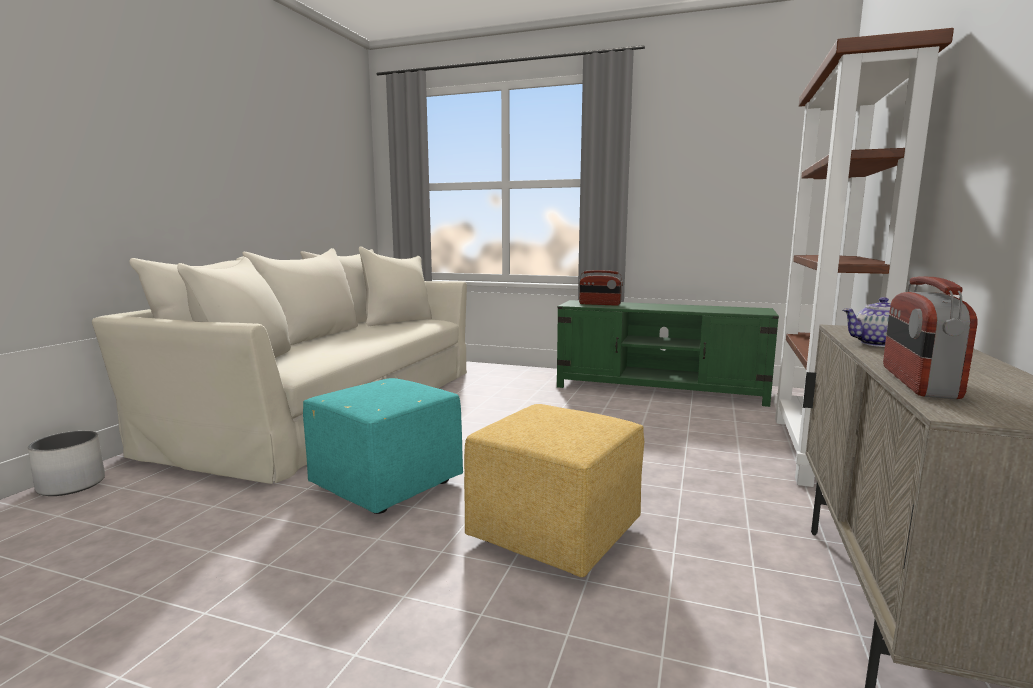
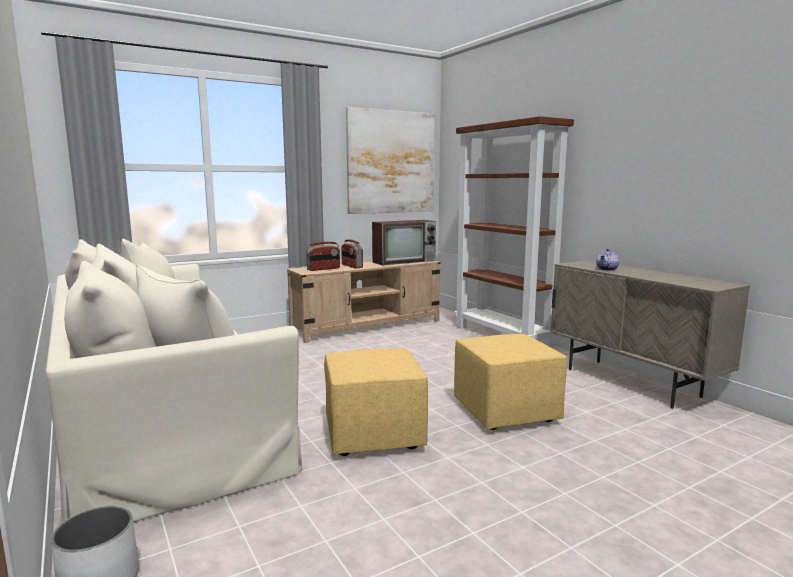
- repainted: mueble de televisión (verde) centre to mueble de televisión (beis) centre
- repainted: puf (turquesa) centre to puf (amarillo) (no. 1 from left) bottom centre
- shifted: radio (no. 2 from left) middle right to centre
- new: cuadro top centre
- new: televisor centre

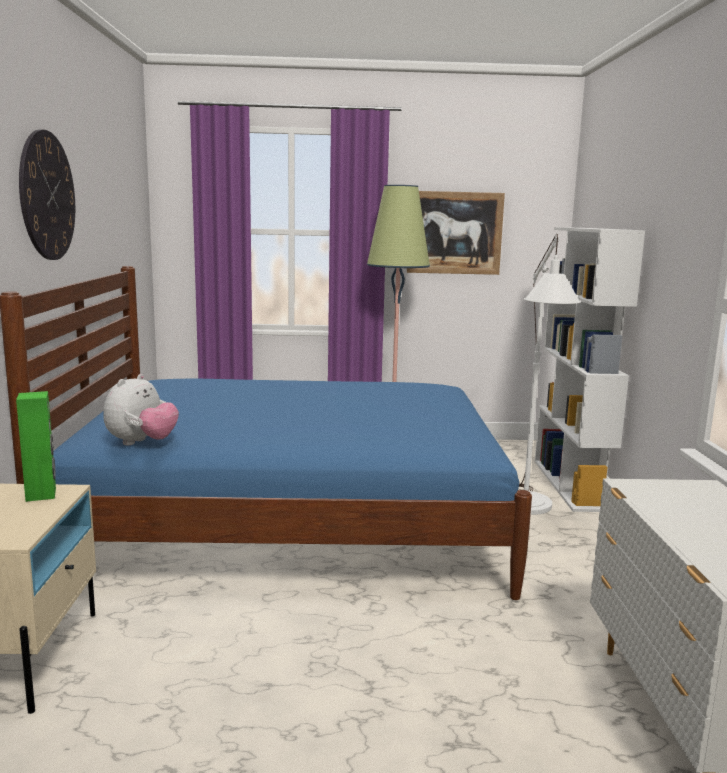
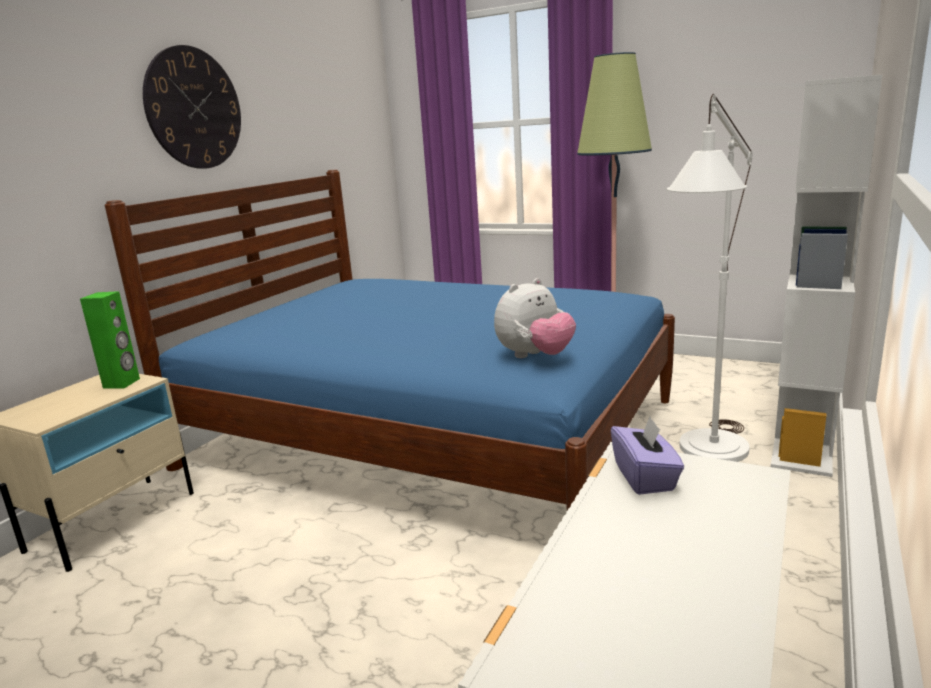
- shifted: peluche middle left to centre
- new: caja de pañuelos (morado) middle right
- gone: cuadro top centre

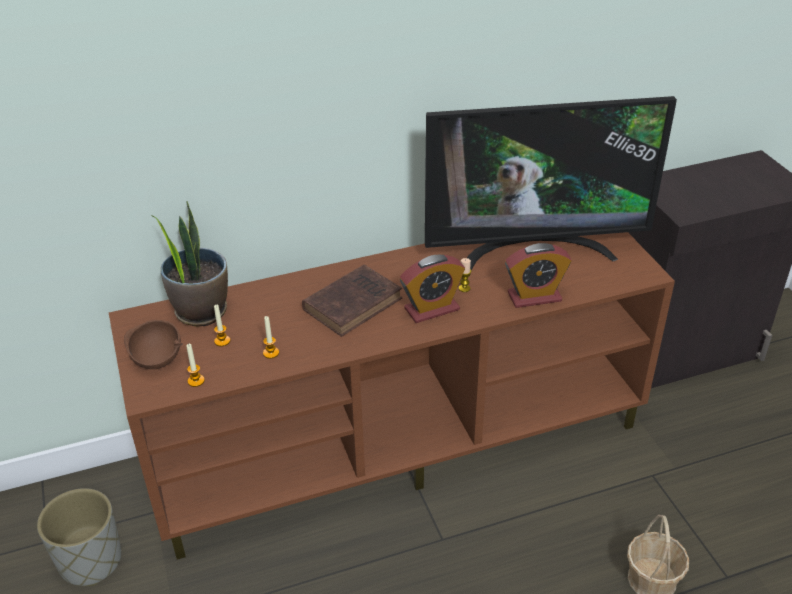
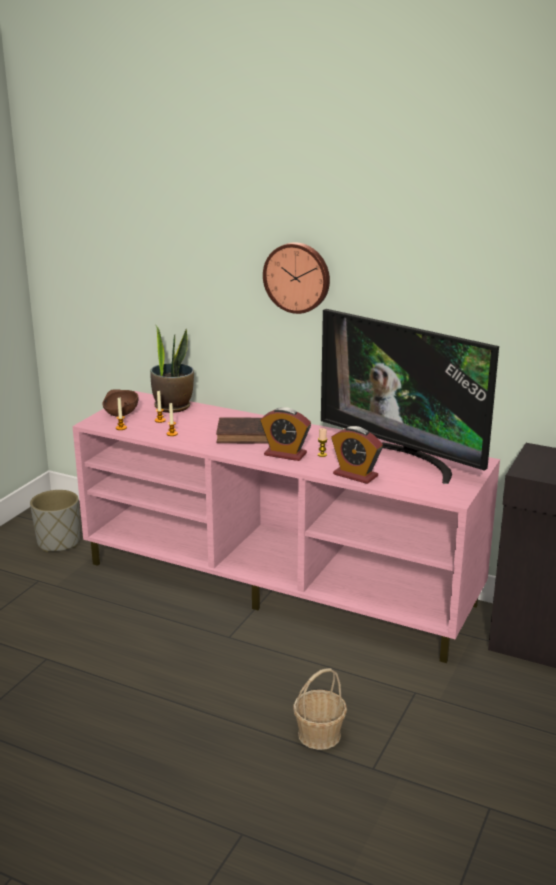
- repainted: mueble de televisión (marrón) bottom centre to mueble de televisión (rosa) centre
- new: reloj de pared top centre

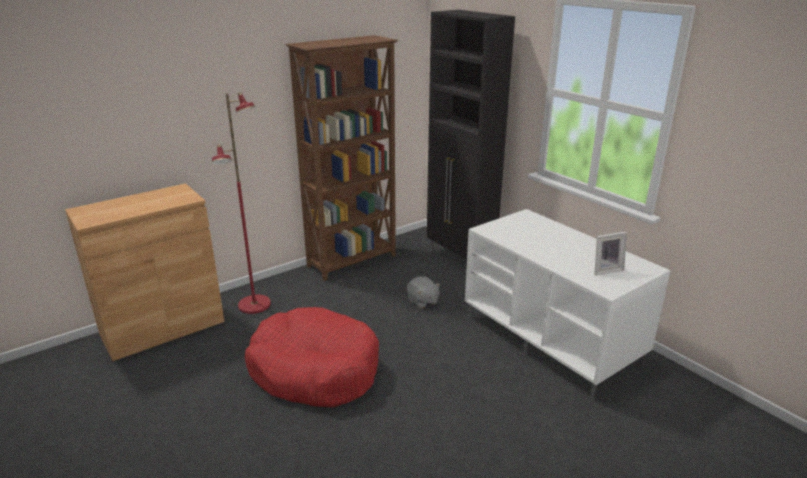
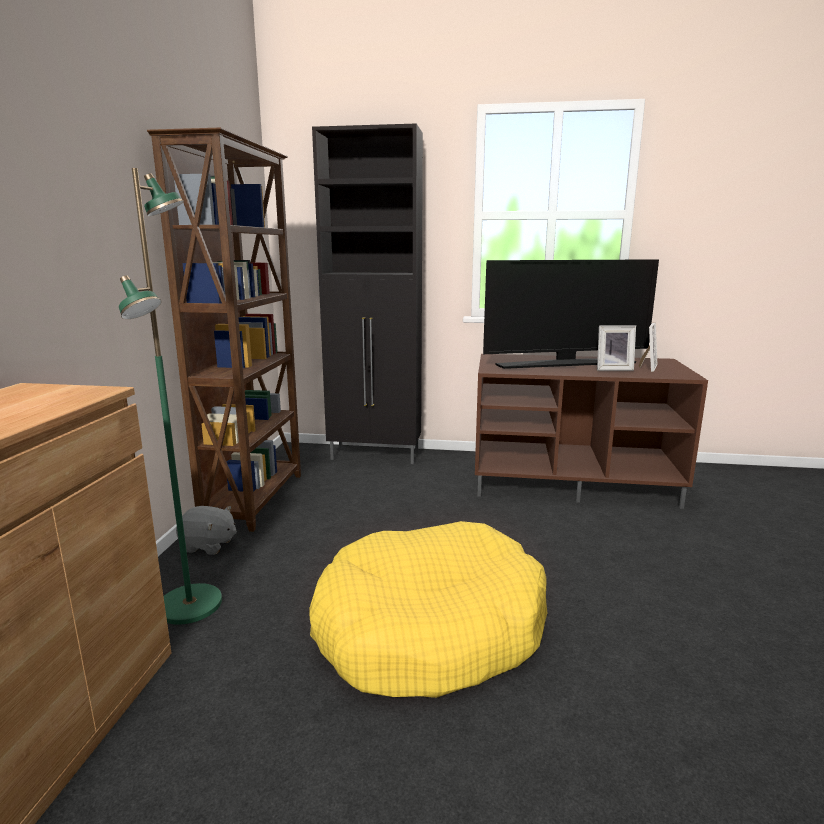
- repainted: lámpara de pie (rojo) middle left to lámpara de pie (verde) middle left
- shifted: peluche (gris) centre to middle left
- repainted: cama para perro (rojo) bottom centre to cama para perro (amarillo) bottom centre
- repainted: mueble de televisión (blanco) middle right to mueble de televisión (marrón) middle right
- new: televisor middle right
- new: portarretratos (no. 1 from left) middle right

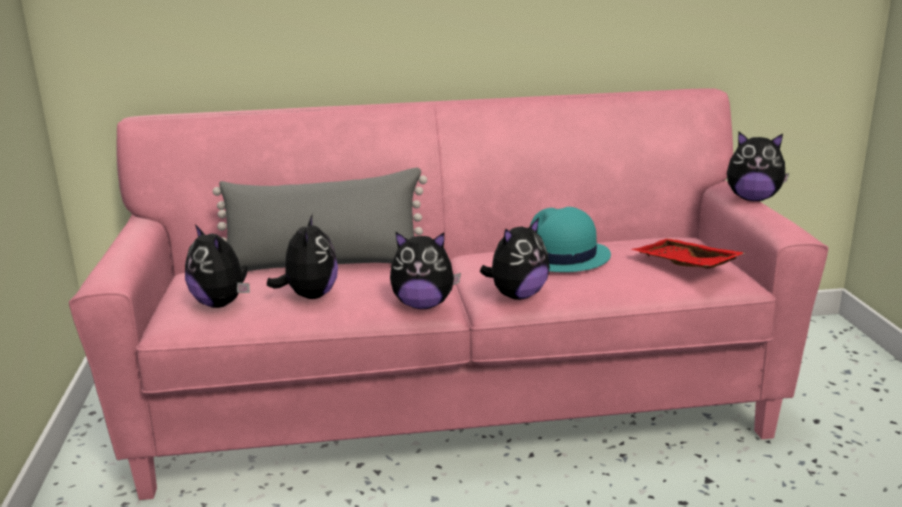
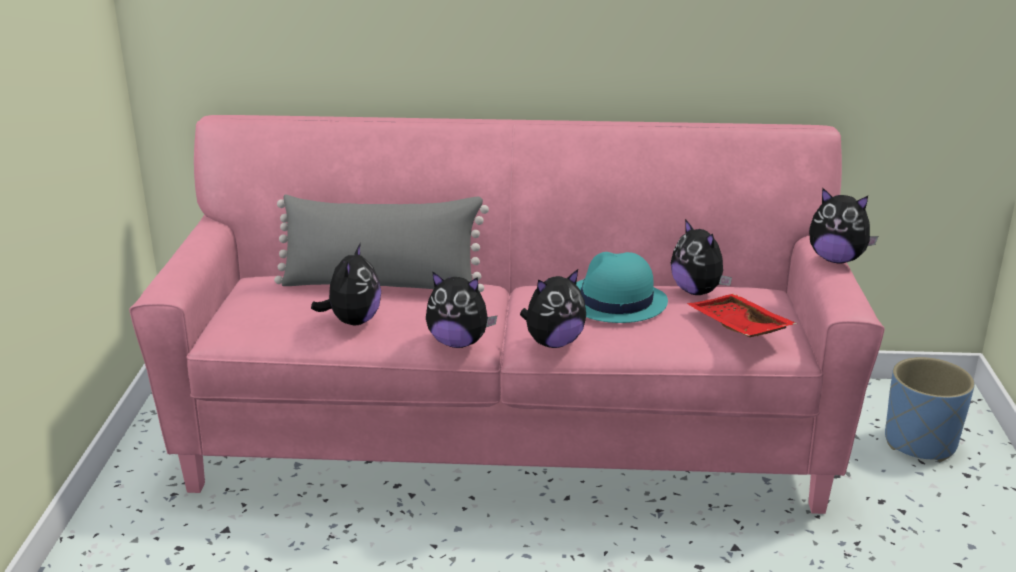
- shifted: peluche (no. 1 from left in the first image) middle left to peluche (no. 4 from left) middle right
- new: maceta (azul) bottom right

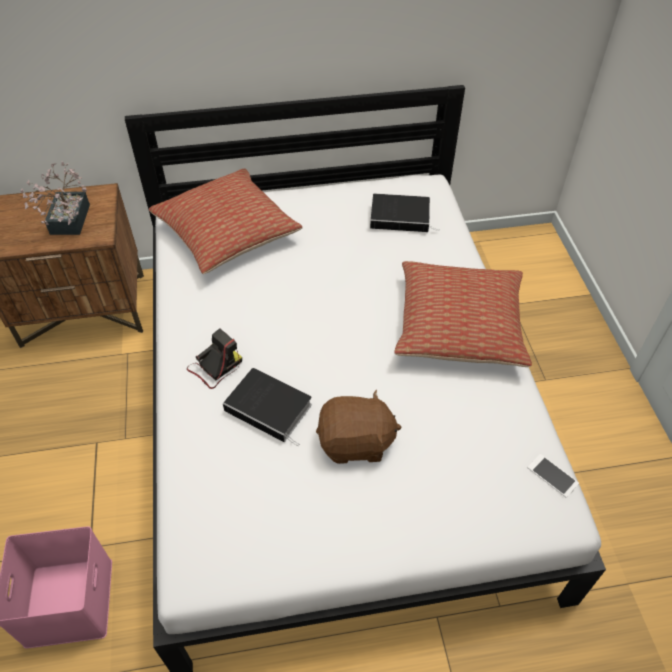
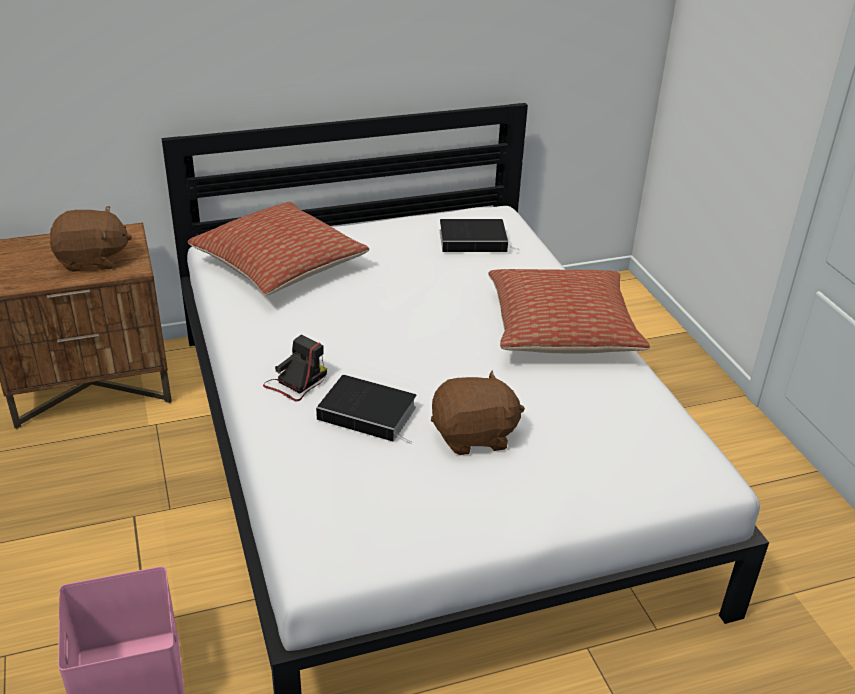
- swapped: planta en maceta top left to peluche (marrón) (no. 1 from left) middle left
- gone: móvil bottom right

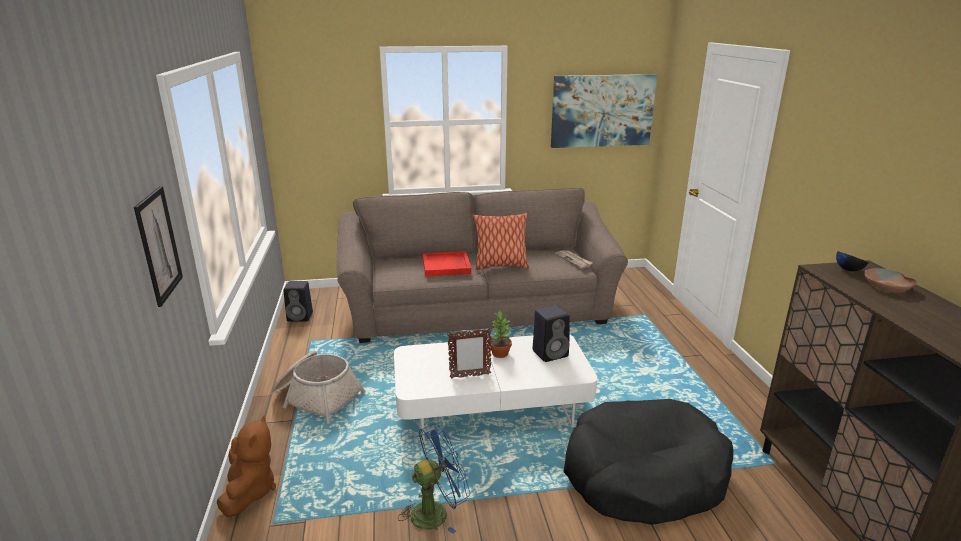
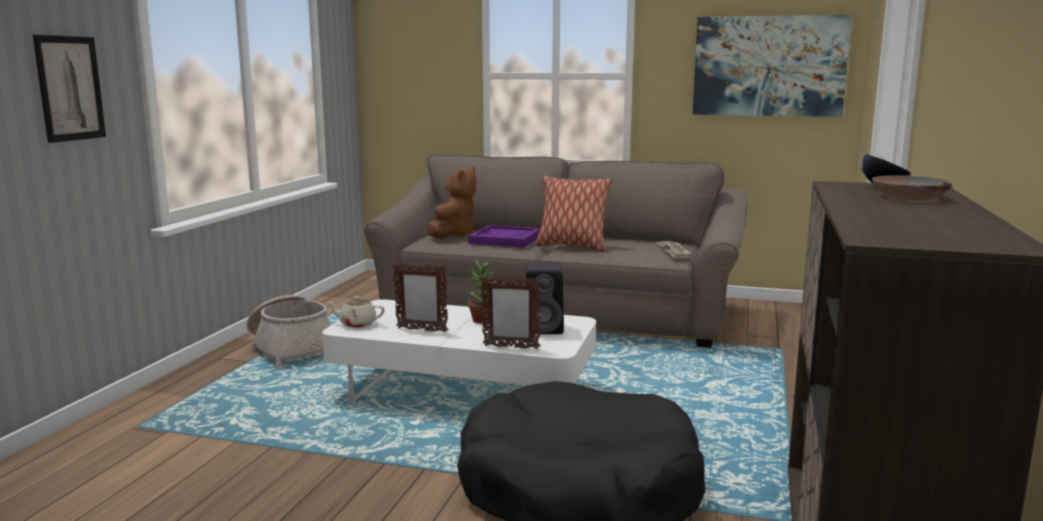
- new: tetera (beis) centre
- shifted: peluche (marrón) bottom left to centre
- repainted: bandeja (rojo) centre to bandeja (morado) centre
- new: portarretratos (no. 2 from left) centre
- gone: altavoz (negro) (no. 1 from left) middle left
- gone: ventilador (azul) bottom centre

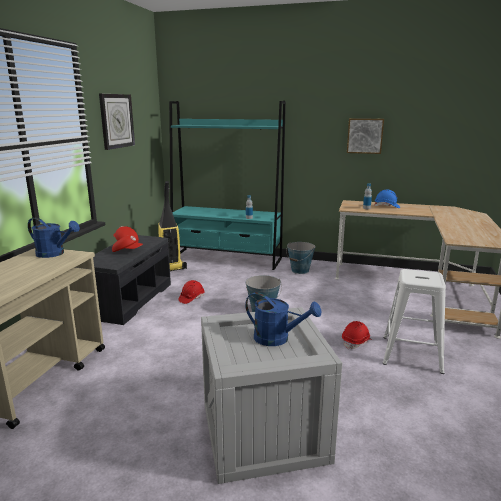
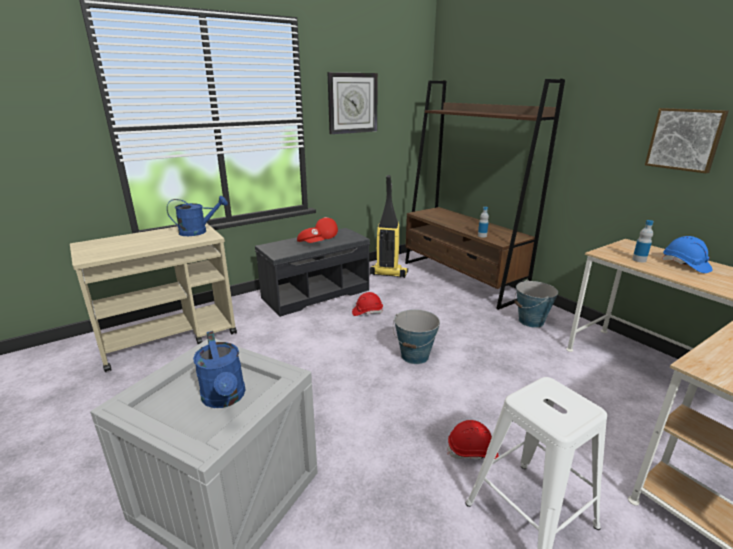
- rotated: regadera (azul) (no. 1 from left) middle left = middle left 75 degrees counterclockwise
- repainted: estantería (turquesa) centre to estantería (marrón) centre

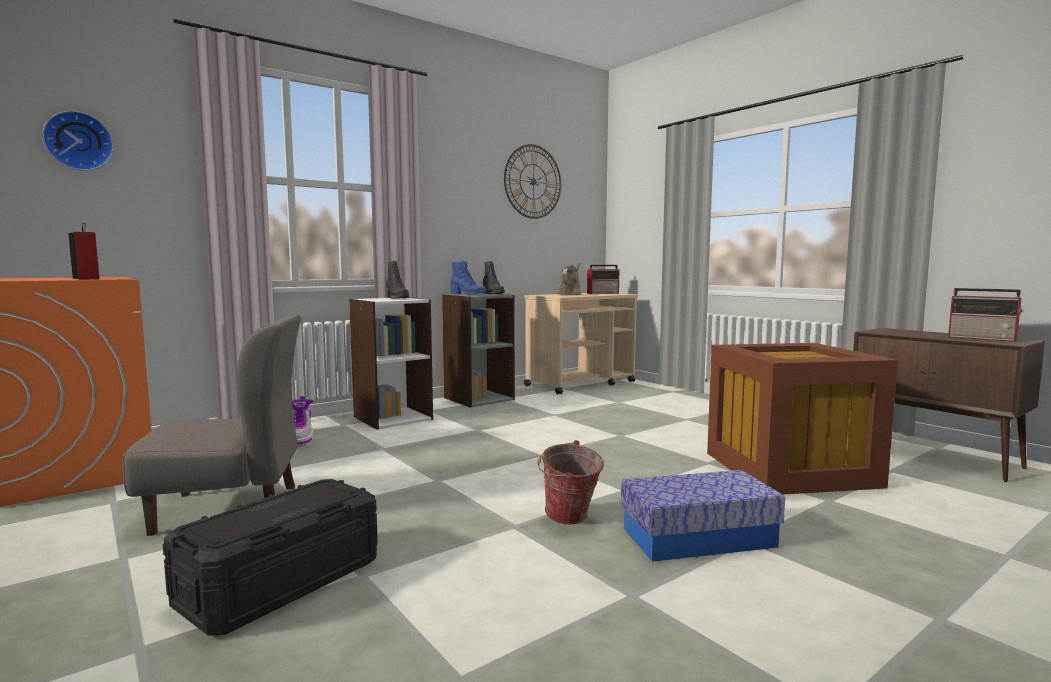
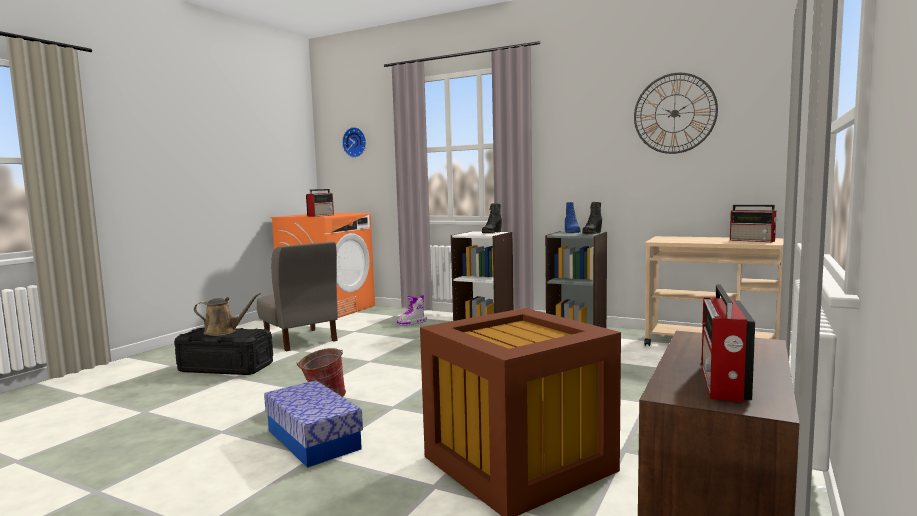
- shifted: regadera (marrón) centre to middle left

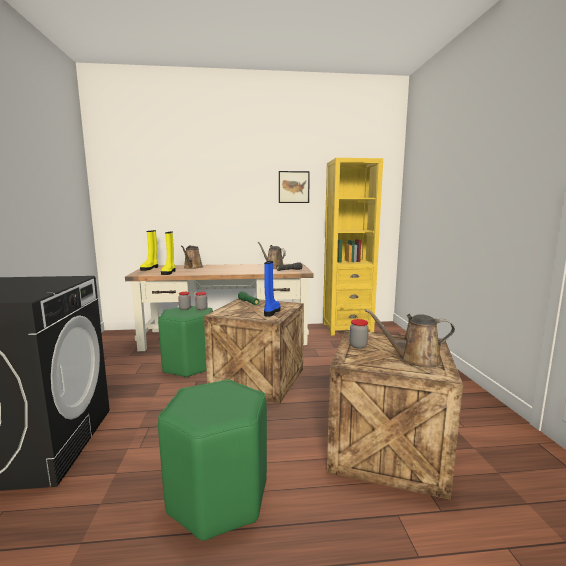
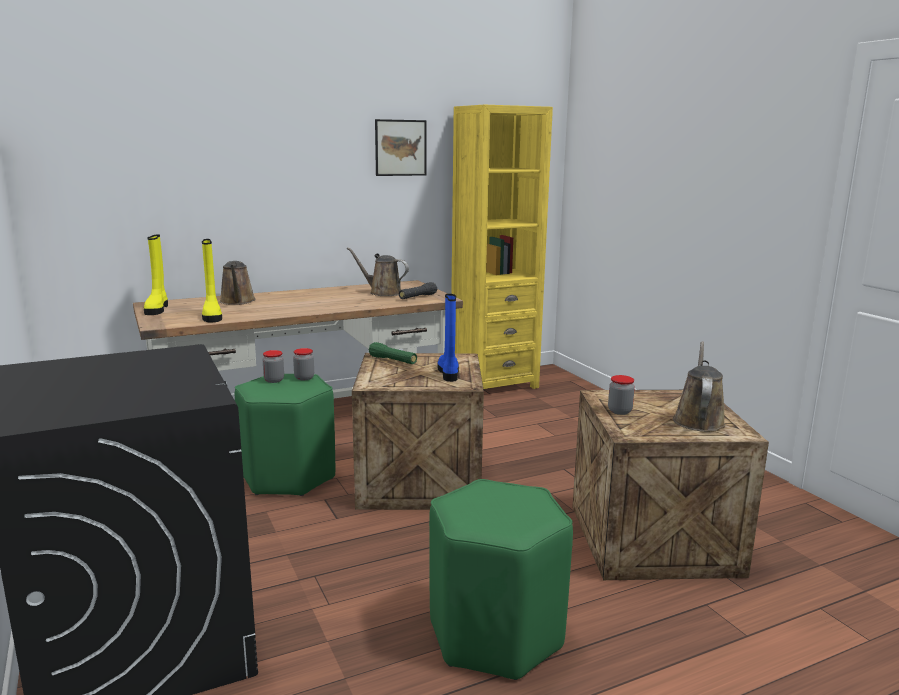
- rotated: regadera (marrón) (no. 3 from left) middle right = middle right 120 degrees clockwise

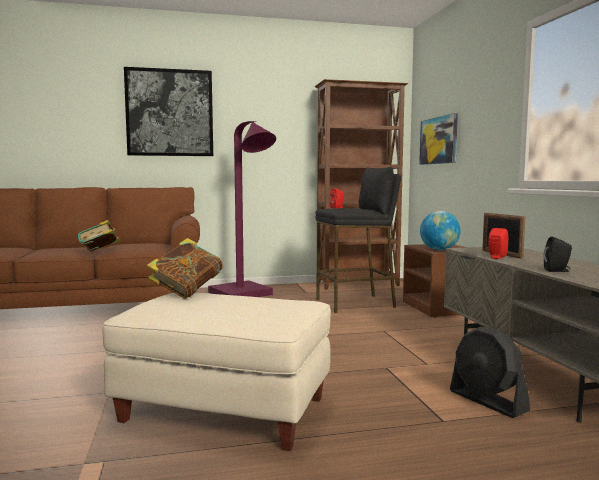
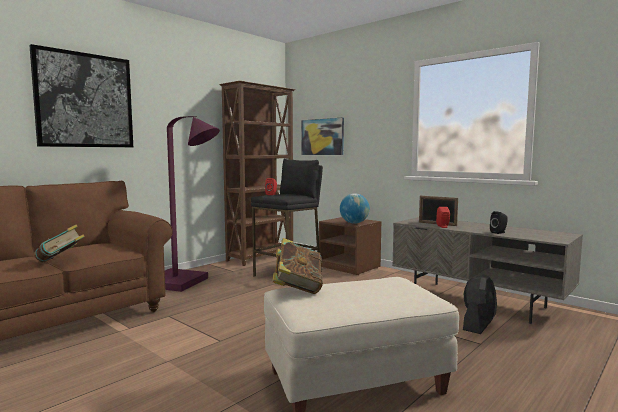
- rotated: ventilador (negro) bottom right = bottom right 75 degrees counterclockwise

